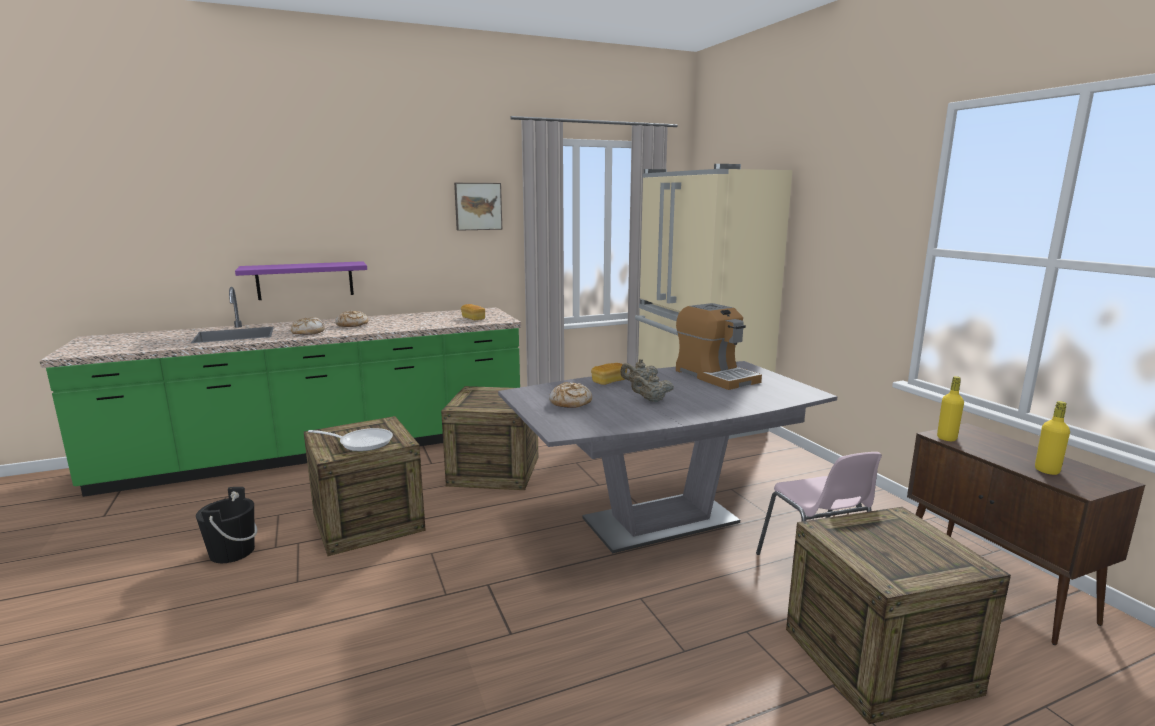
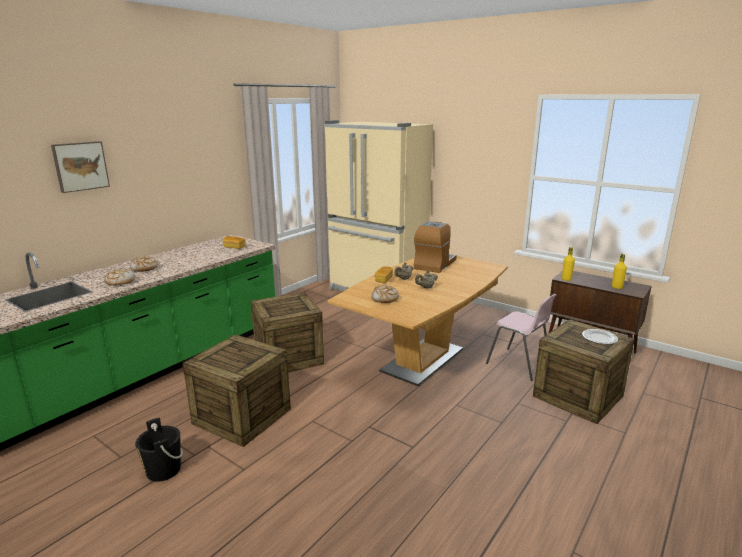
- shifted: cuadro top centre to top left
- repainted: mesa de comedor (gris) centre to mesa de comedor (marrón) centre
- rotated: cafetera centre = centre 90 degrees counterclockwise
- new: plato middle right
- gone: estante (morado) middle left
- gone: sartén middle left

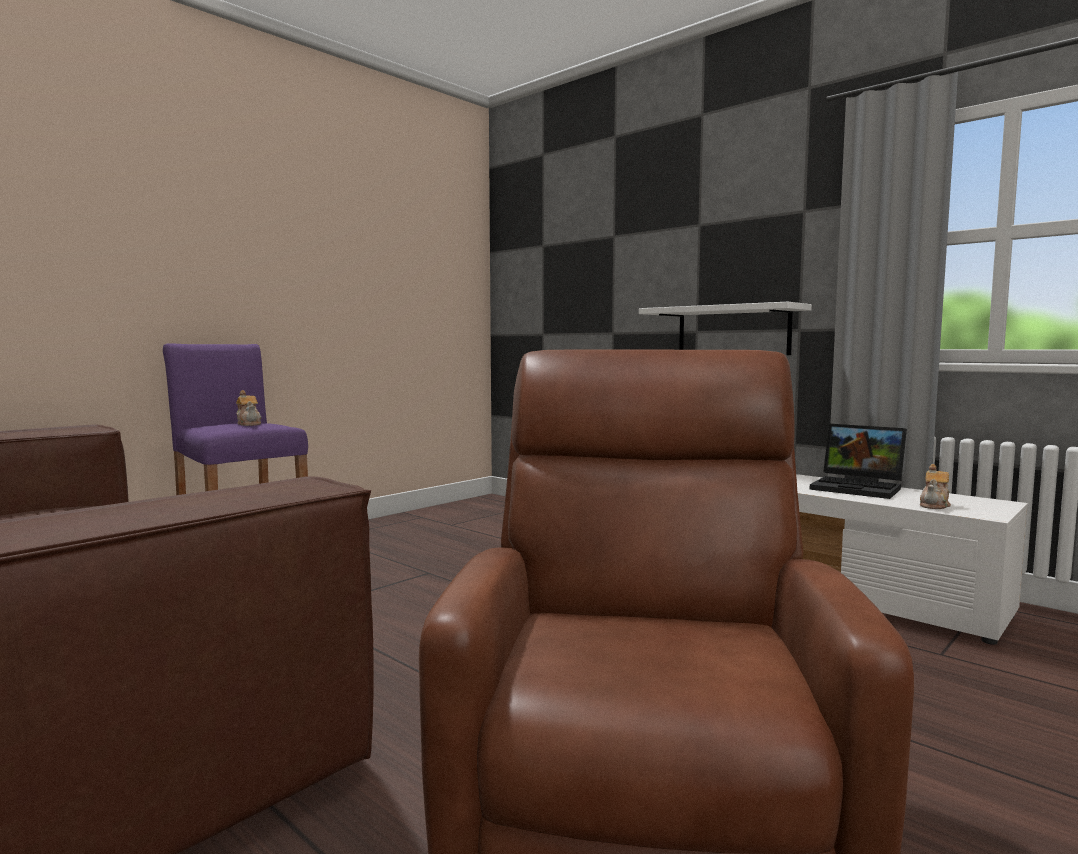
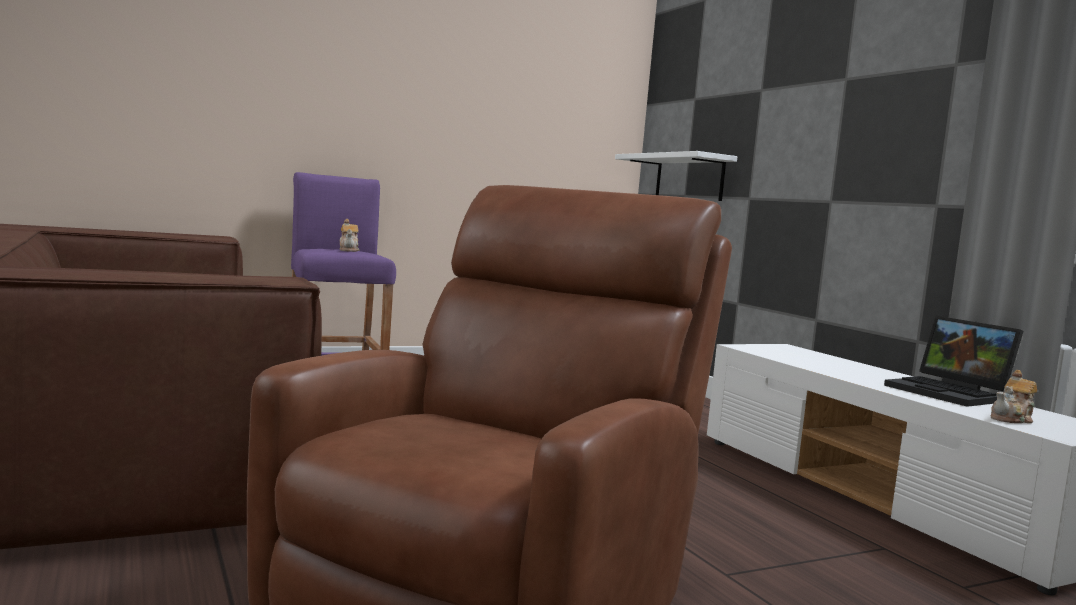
- shifted: estante (blanco) middle right to top centre

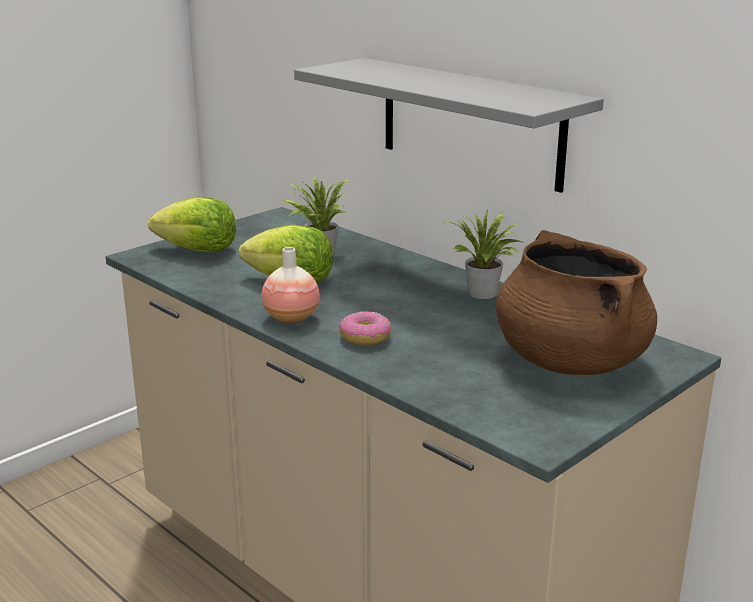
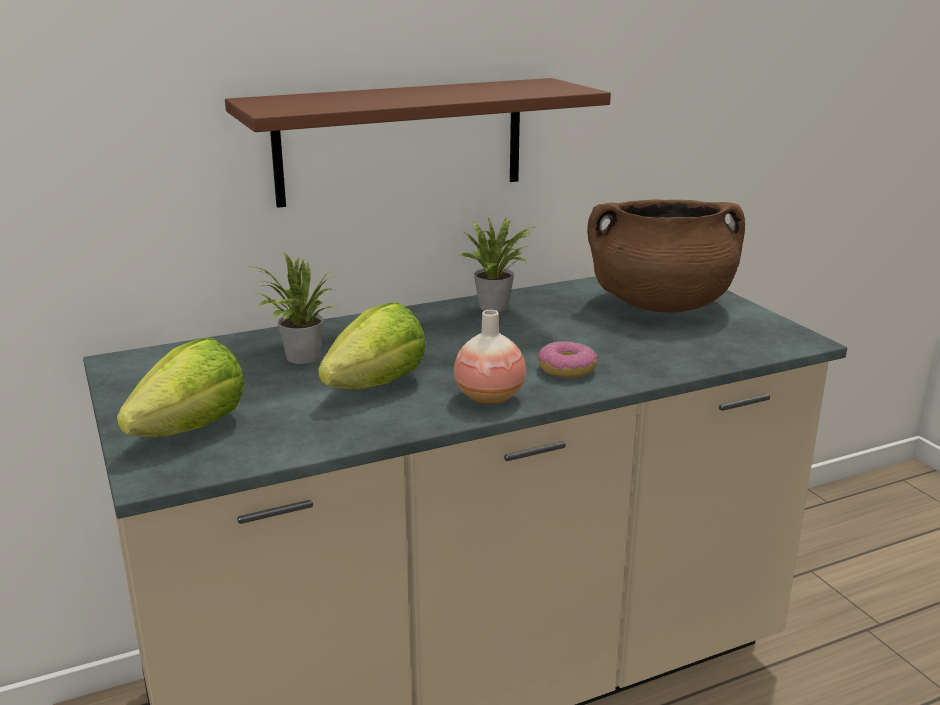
- repainted: estante (gris) top centre to estante (marrón) top centre

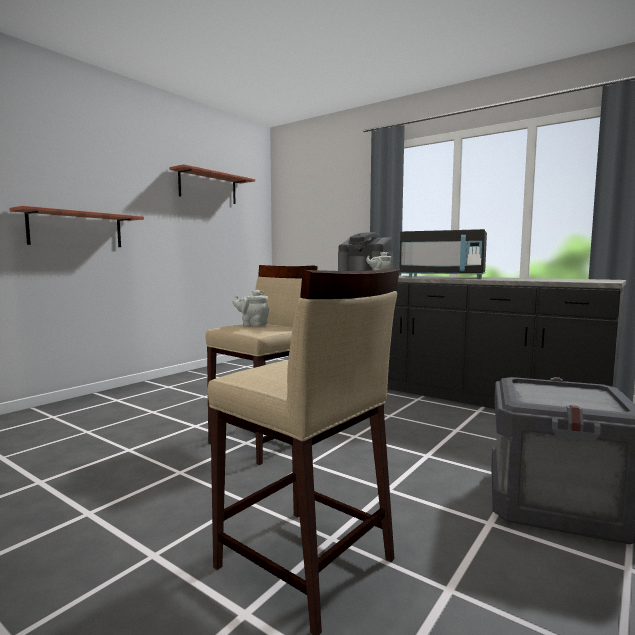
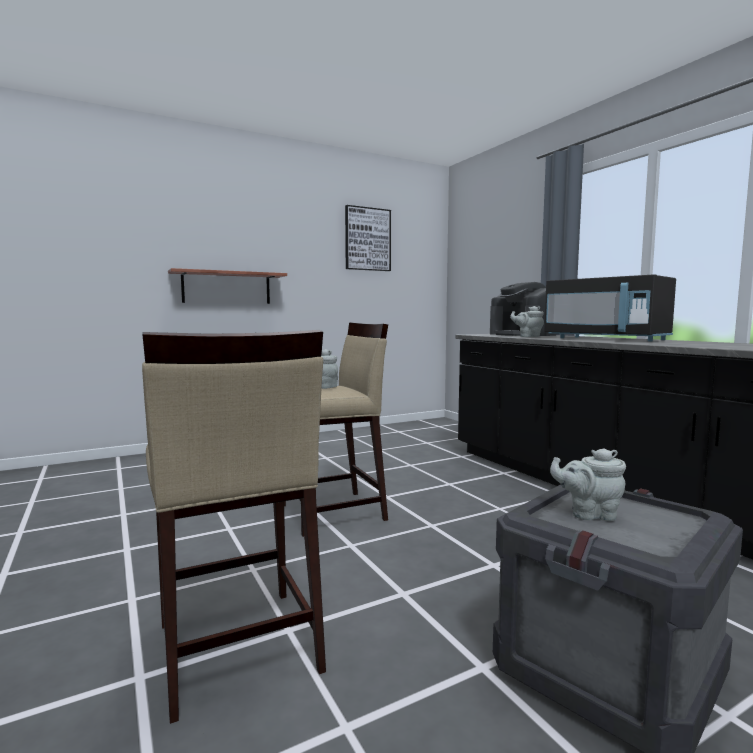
- swapped: estante (no. 2 from left) top centre to cuadro top centre
- new: tetera (gris) (no. 3 from left) middle right

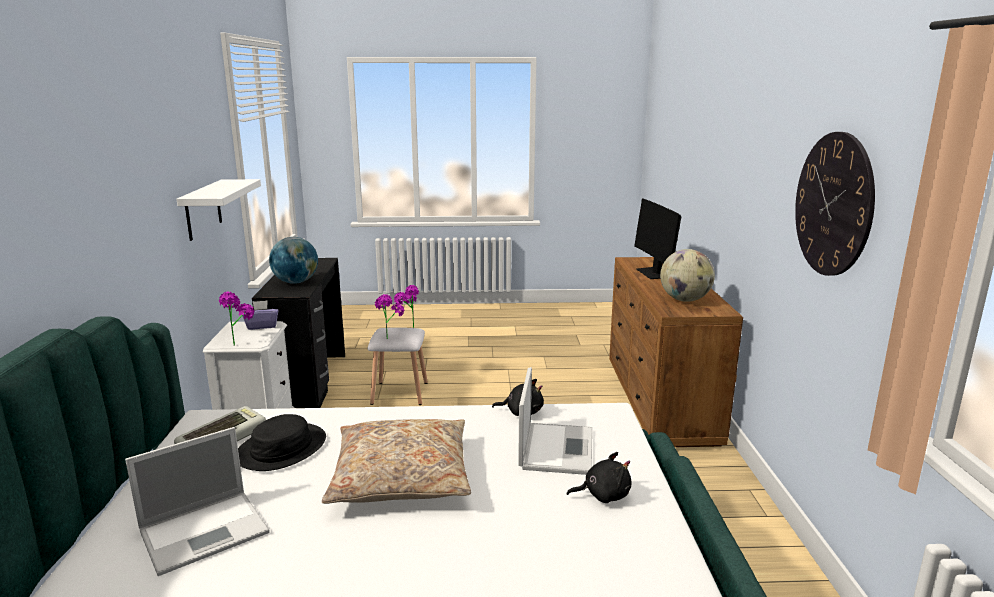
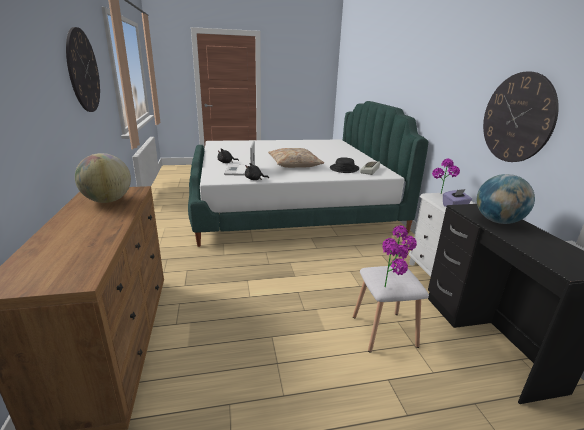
- swapped: estante (blanco) middle left to reloj de pared (no. 2 from left) top right
- gone: portátil (no. 1 from left) bottom left
- gone: monitor centre

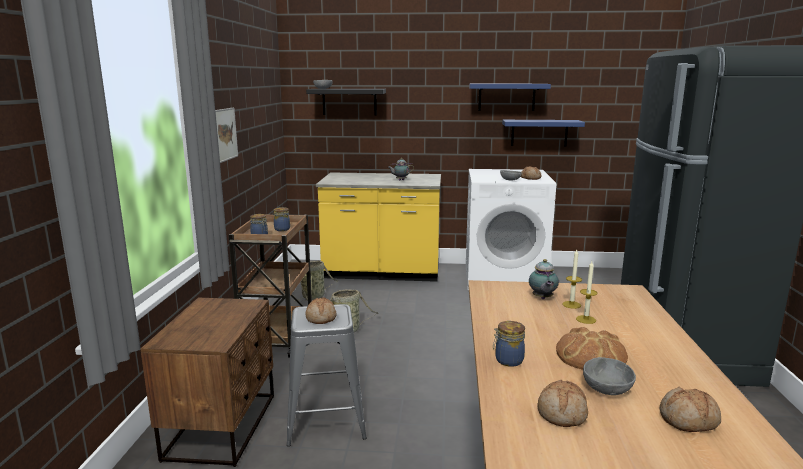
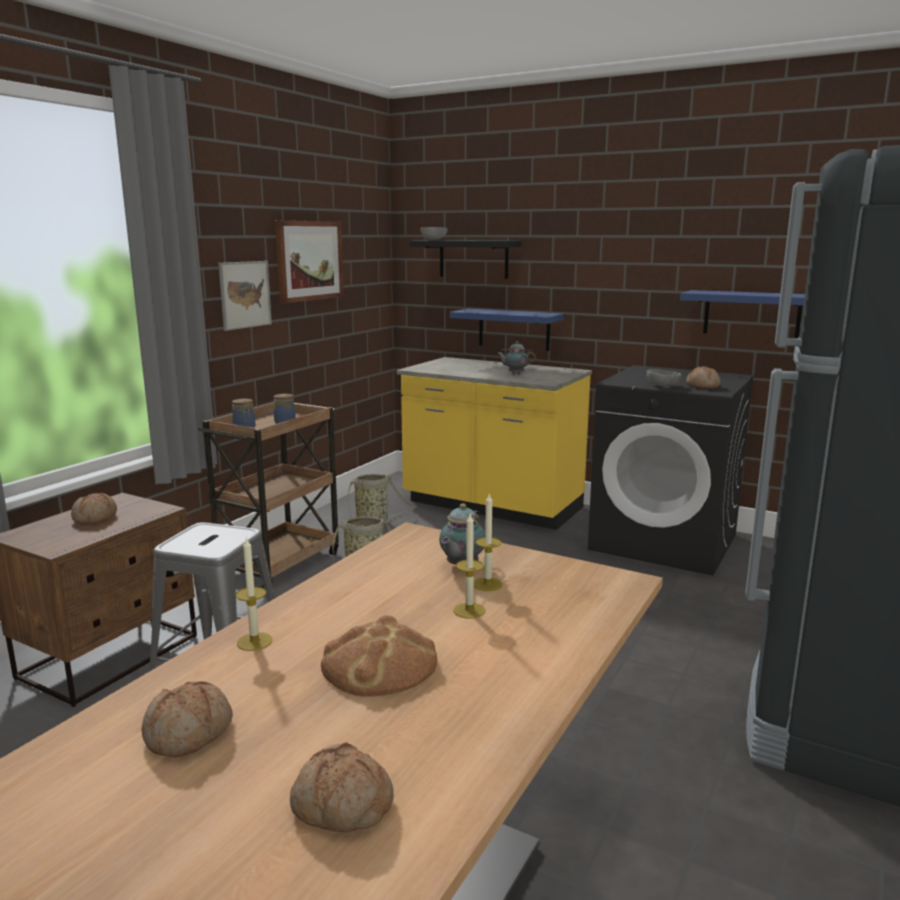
- shifted: pan (no. 1 from left) centre to middle left
- swapped: tarro (no. 3 from left) bottom centre to vela (no. 1 from left) middle left
- new: cuadro (no. 2 from left) top centre
- shifted: estante (azul) (no. 1 from left) top centre to centre
- repainted: lavadora (blanco) centre to lavadora (negro) middle right
- gone: cuenco (gris) (no. 3 from left) bottom right

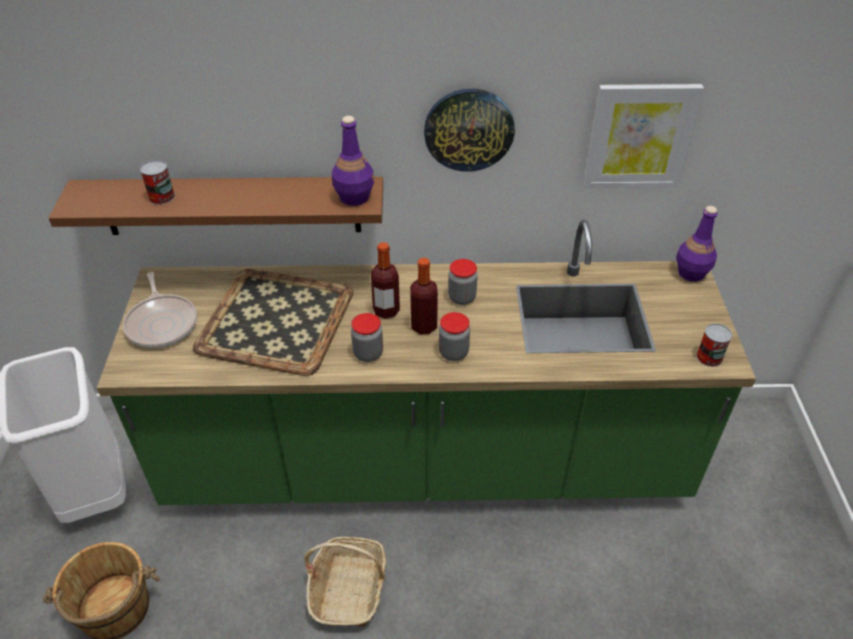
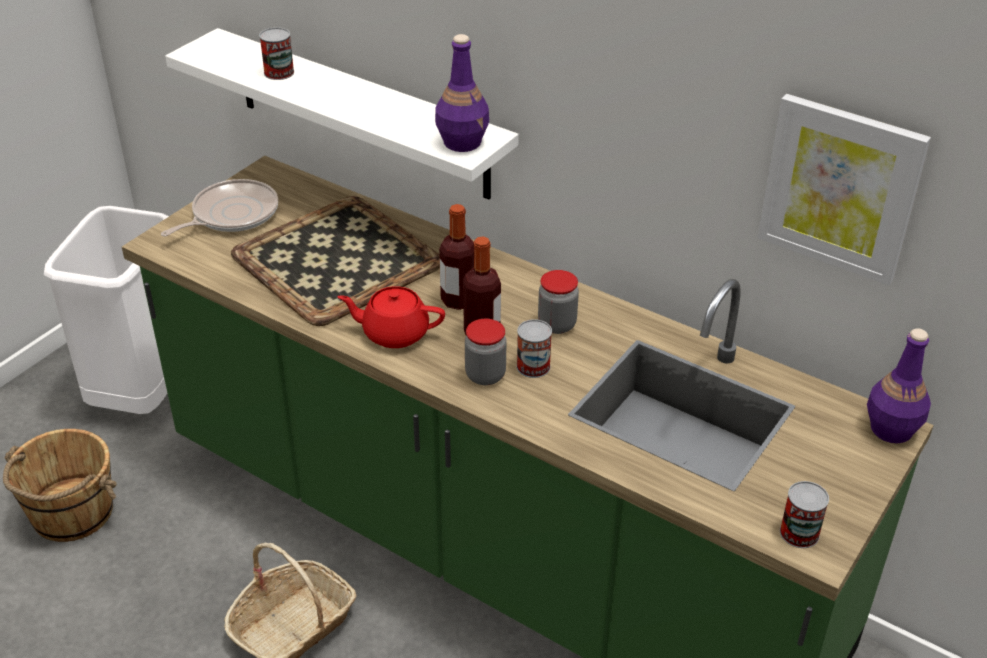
- rotated: sartén middle left = top left 150 degrees counterclockwise
- repainted: estante (marrón) top left to estante (blanco) top centre
- swapped: tarro (no. 1 from left) centre to tetera (rojo) centre
- new: lata (no. 2 from left) centre
- gone: reloj de pared top centre

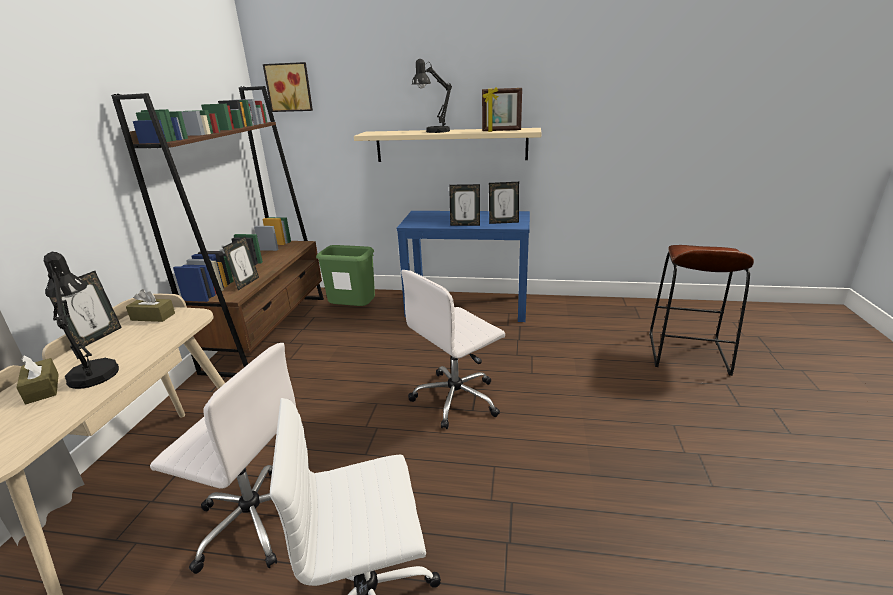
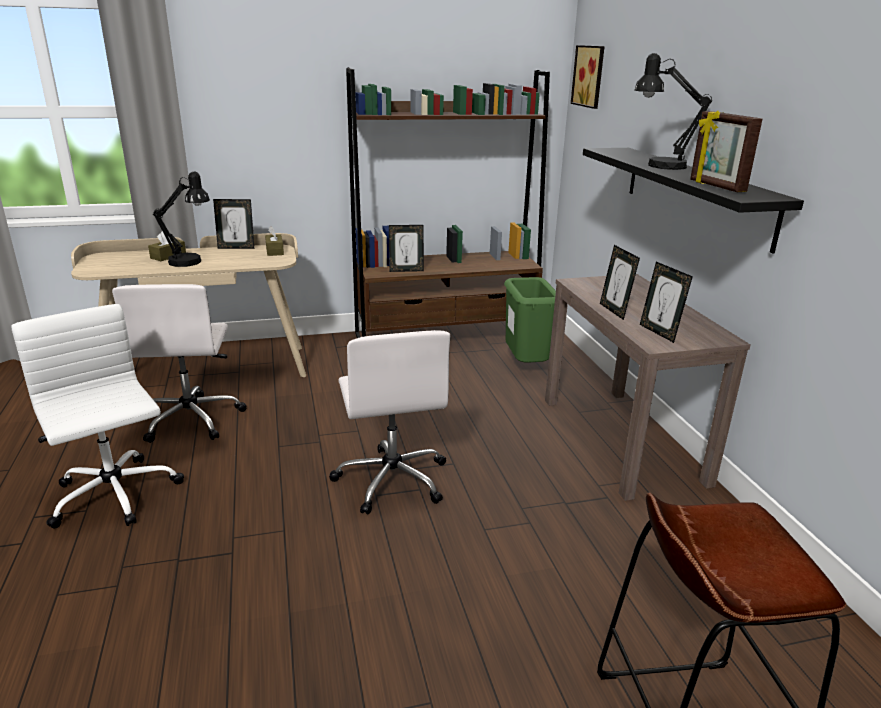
- rotated: silla de oficina (blanco) (no. 3 from left) centre = centre 135 degrees counterclockwise
- repainted: mesa consola (azul) centre to mesa consola (marrón) middle right
- repainted: estante (beis) top centre to estante (negro) top right

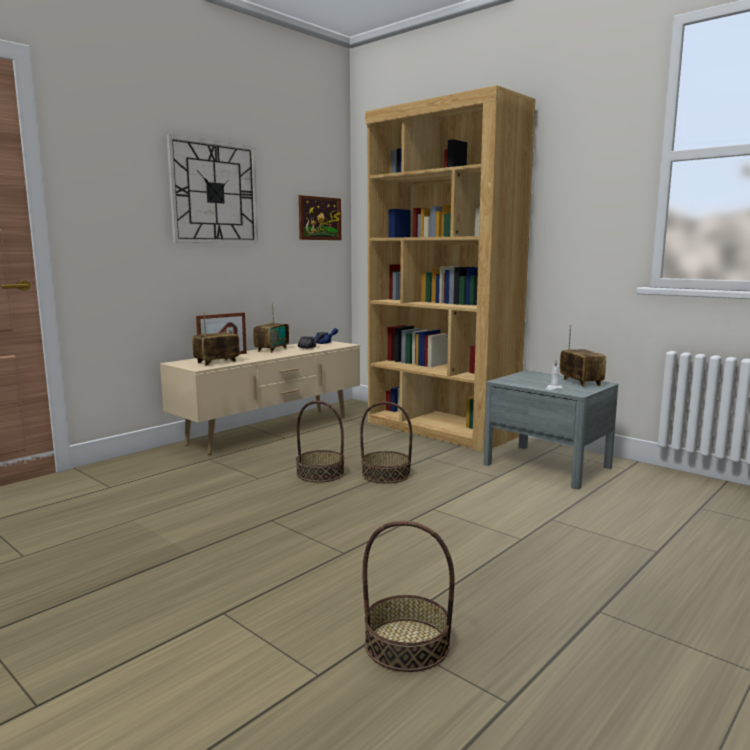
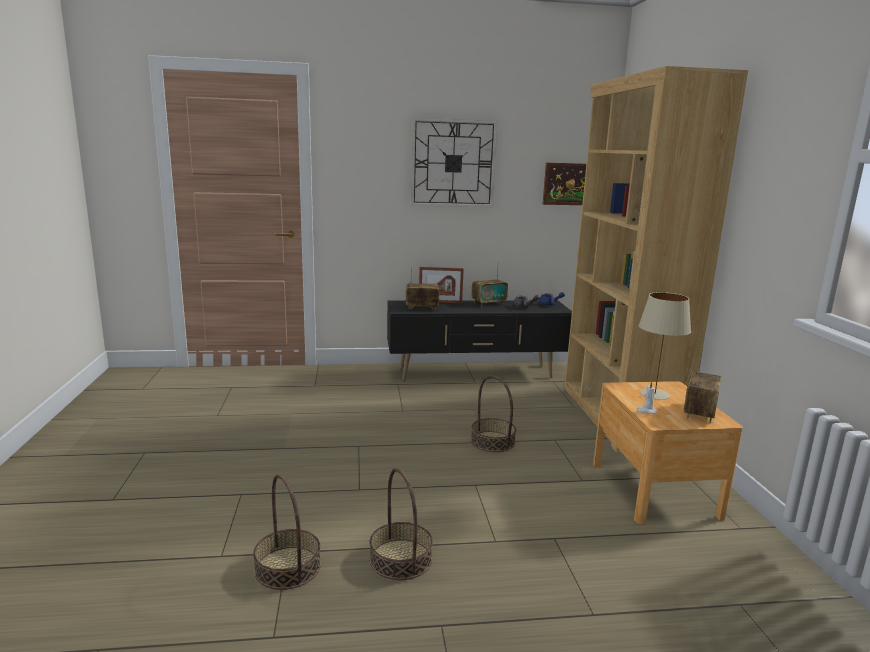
- shifted: cesta (no. 1 from left in the first image) centre to cesta (no. 2 from left) bottom centre
- repainted: mueble de televisión (beis) centre to mueble de televisión (negro) centre
- repainted: mesita de noche (gris) middle right to mesita de noche (marrón) bottom right
- new: lámpara de mesa (beis) middle right

